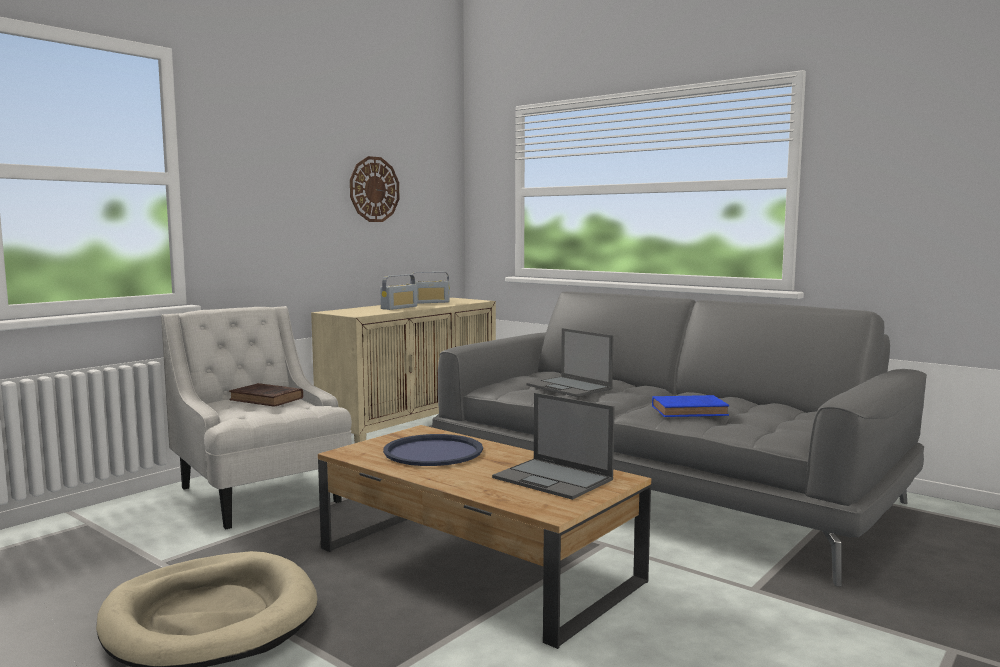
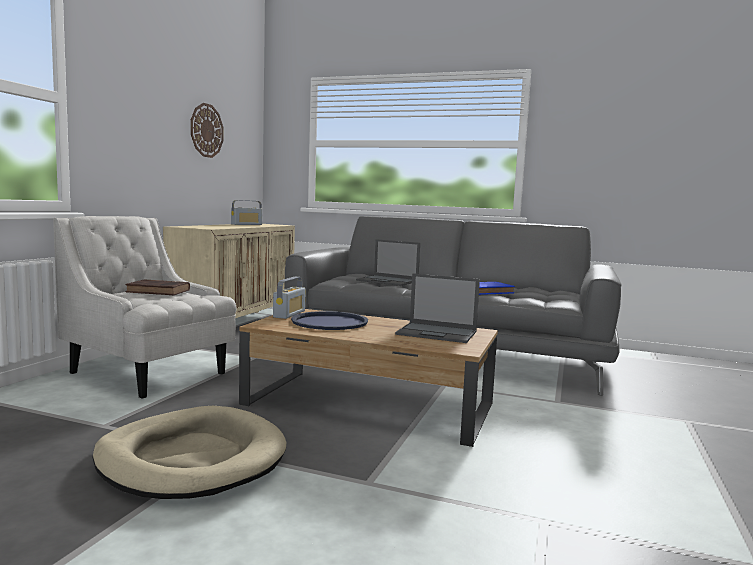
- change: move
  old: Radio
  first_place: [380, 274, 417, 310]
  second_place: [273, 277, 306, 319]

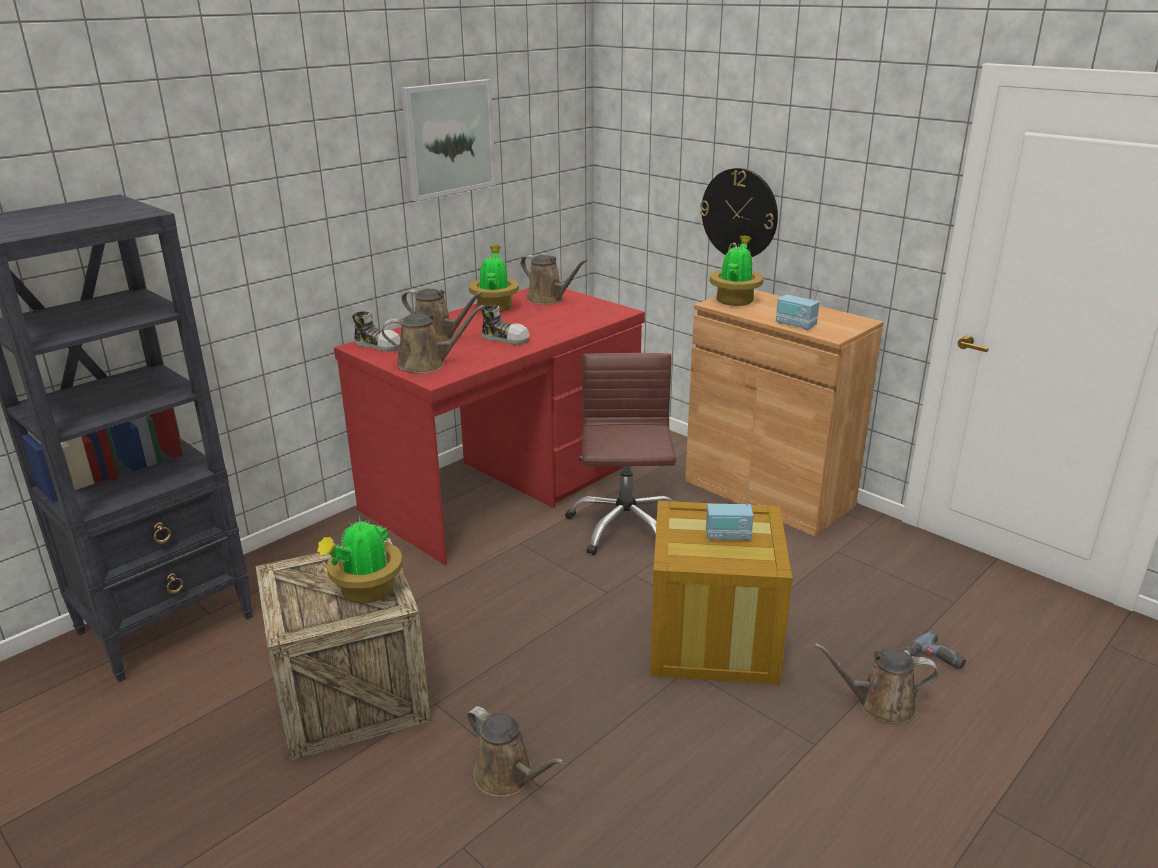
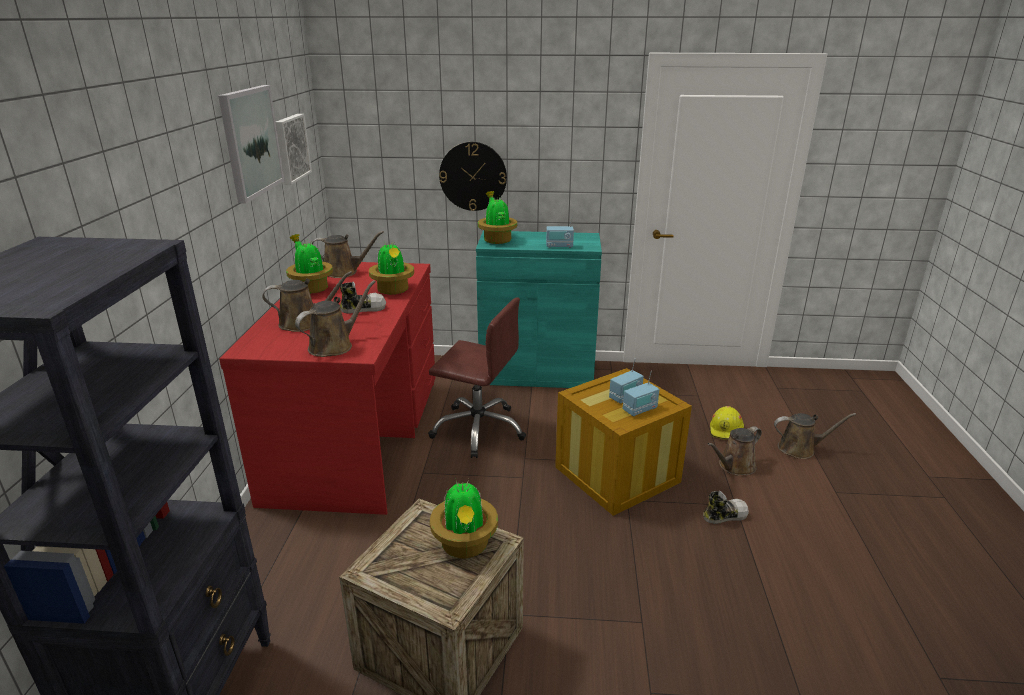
- change: move
  old: Shoe
  first_place: [352, 311, 400, 352]
  second_place: [703, 491, 749, 524]
- change: move
  old: BrownWateringCan
  first_place: [467, 706, 565, 797]
  second_place: [774, 413, 856, 459]
- change: rotate
  old: BrownOfficeChair
  first_place: [565, 353, 676, 555]
  second_place: [428, 297, 526, 458]
  degrees: 150
- change: recolor
  old: BrownCabinet
  new: TurquoiseCabinet
  first_place: [685, 290, 883, 537]
  second_place: [476, 231, 602, 388]
- change: replace
  old: PowerDrill
  new: YellowHardHat
  first_place: [903, 631, 966, 669]
  second_place: [710, 406, 744, 440]
- change: insert
  new: Picture
  second_place: [276, 114, 312, 185]
- change: insert
  new: PottedPlant
  second_place: [369, 241, 414, 294]
- change: insert
  new: Radio
  second_place: [623, 370, 660, 416]

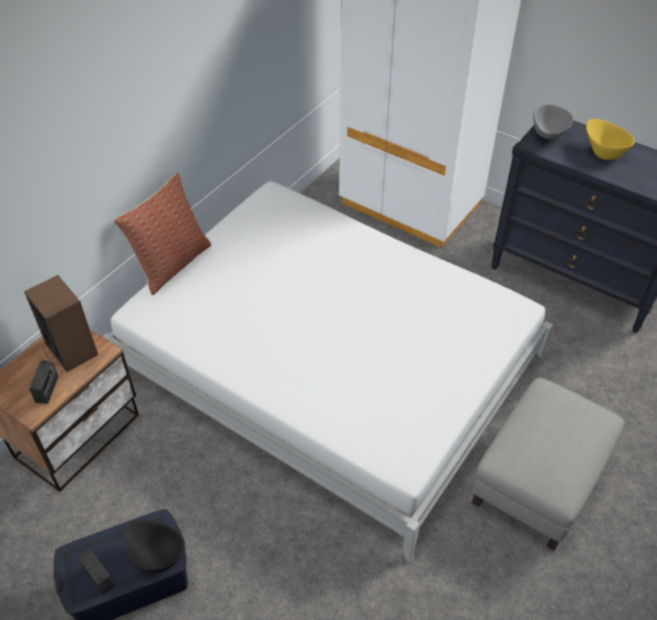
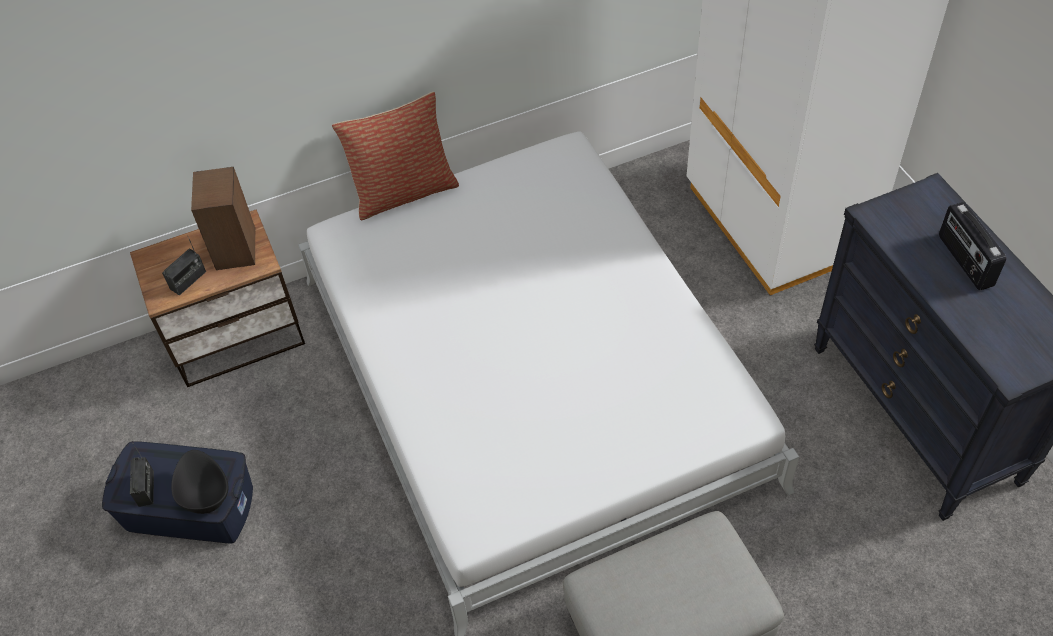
- change: delete
  old: GreyBowl
  first_place: [533, 104, 573, 139]
- change: replace
  old: YellowBowl
  new: Radio
  first_place: [586, 119, 635, 160]
  second_place: [939, 202, 1006, 290]

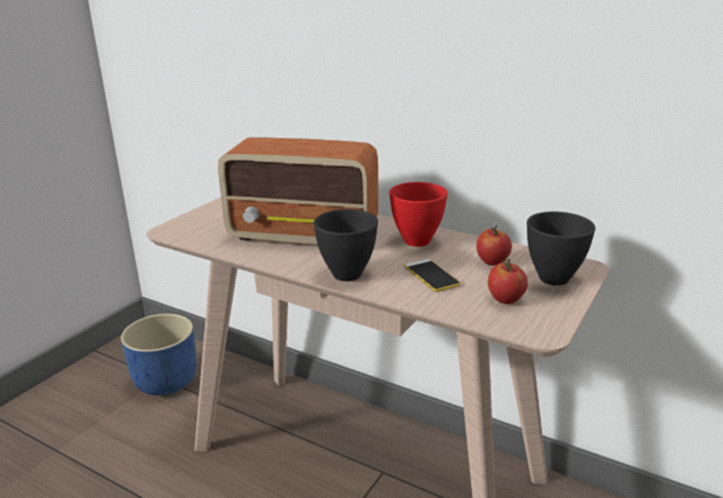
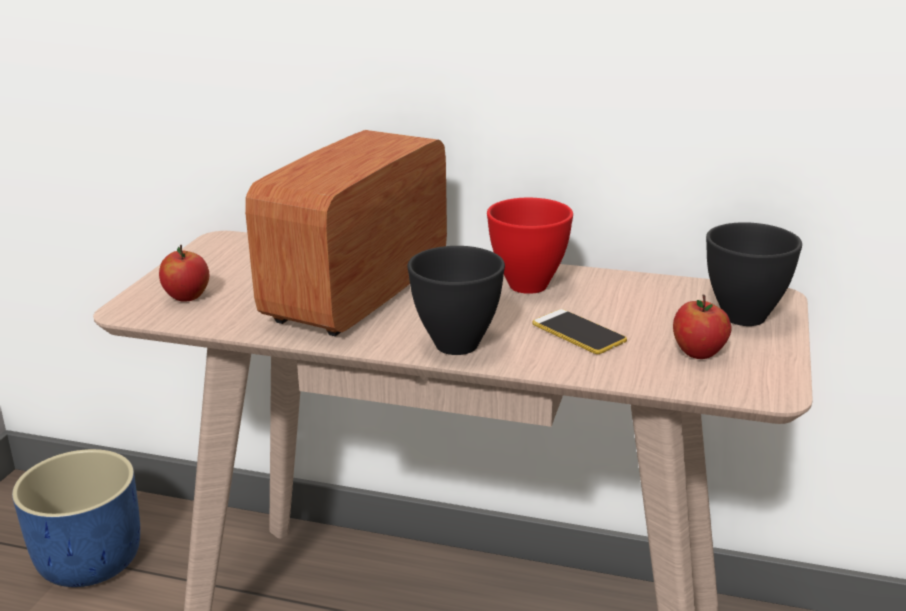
- change: rotate
  old: Radio
  first_place: [218, 138, 378, 244]
  second_place: [245, 130, 447, 337]
  degrees: 120
- change: move
  old: Apple
  first_place: [476, 225, 512, 266]
  second_place: [159, 245, 209, 302]

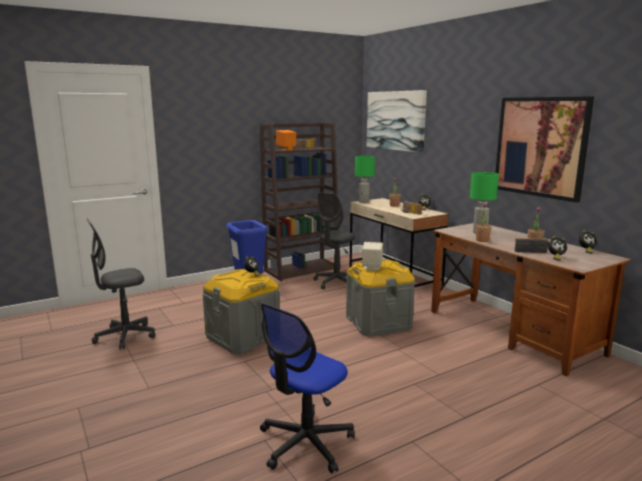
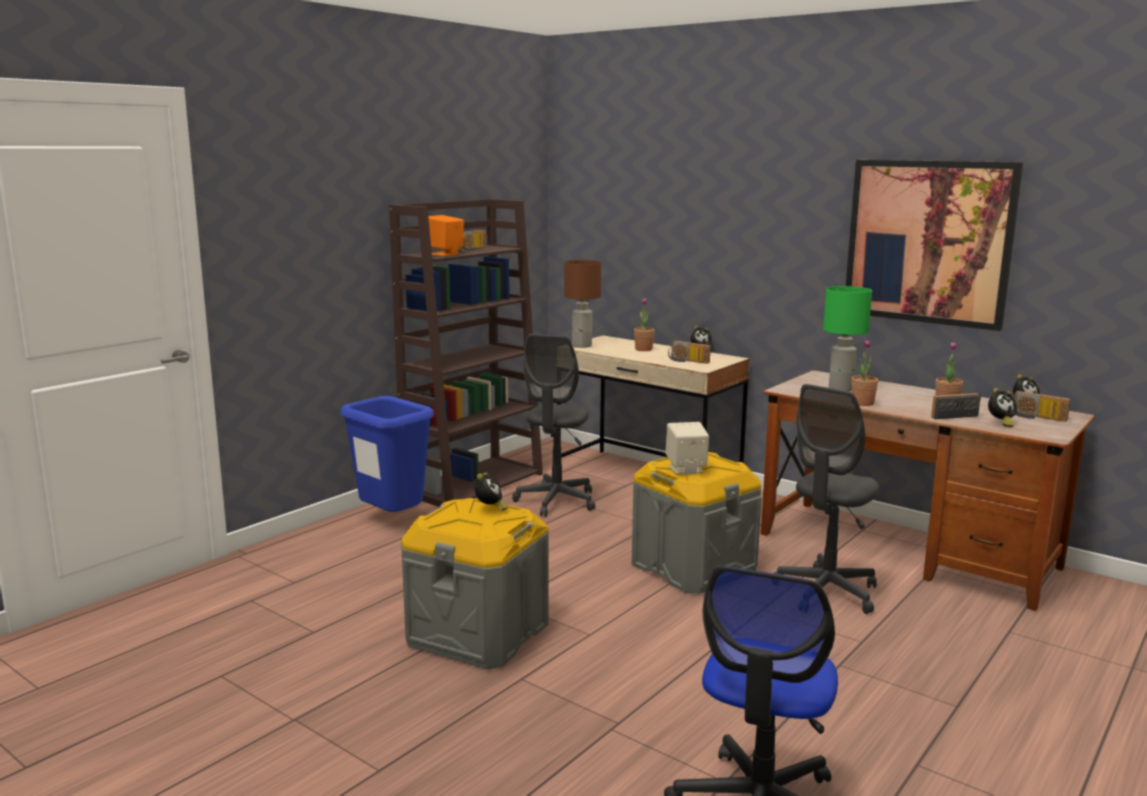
- change: move
  old: GreyOfficeChair
  first_place: [86, 218, 155, 350]
  second_place: [774, 384, 879, 614]
- change: recolor
  old: GreenTableLamp
  new: BrownTableLamp
  first_place: [355, 156, 375, 203]
  second_place: [564, 260, 601, 348]
- change: delete
  old: Picture
  first_place: [367, 90, 427, 153]
- change: insert
  new: Radio
  second_place: [1012, 391, 1071, 422]

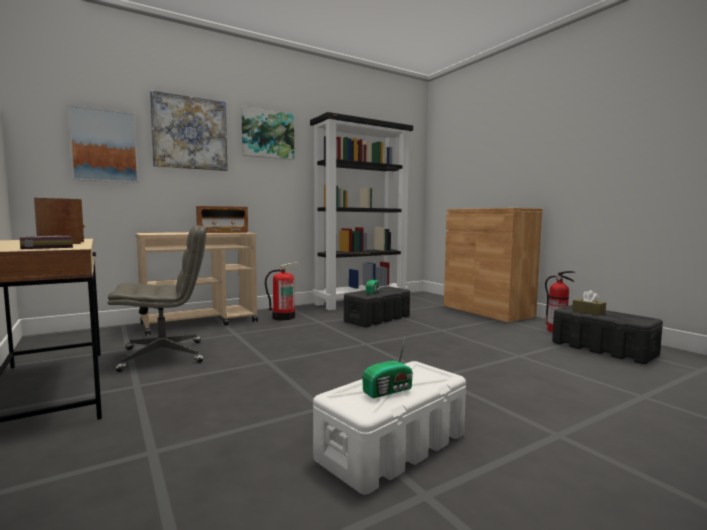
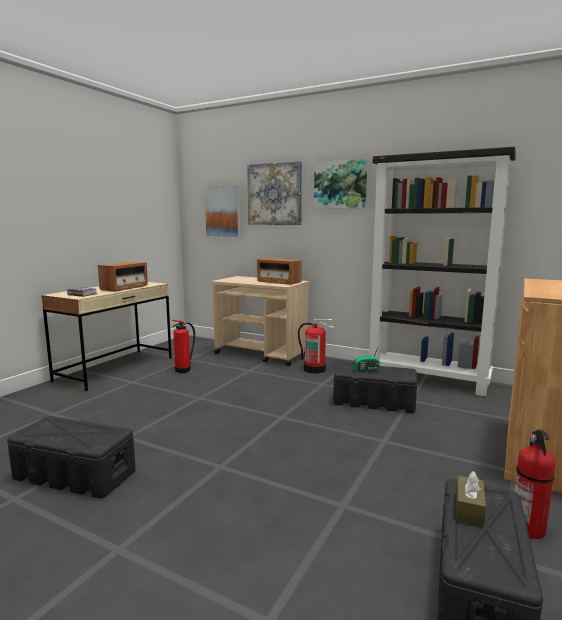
- change: replace
  old: GreyOfficeChair
  new: FireExtinguisher
  first_place: [108, 225, 206, 372]
  second_place: [172, 320, 195, 373]
- change: recolor
  old: WhiteStorageBox
  new: BlackStorageBox
  first_place: [313, 361, 466, 494]
  second_place: [7, 416, 136, 498]
- change: delete
  old: Radio
  first_place: [362, 338, 413, 398]

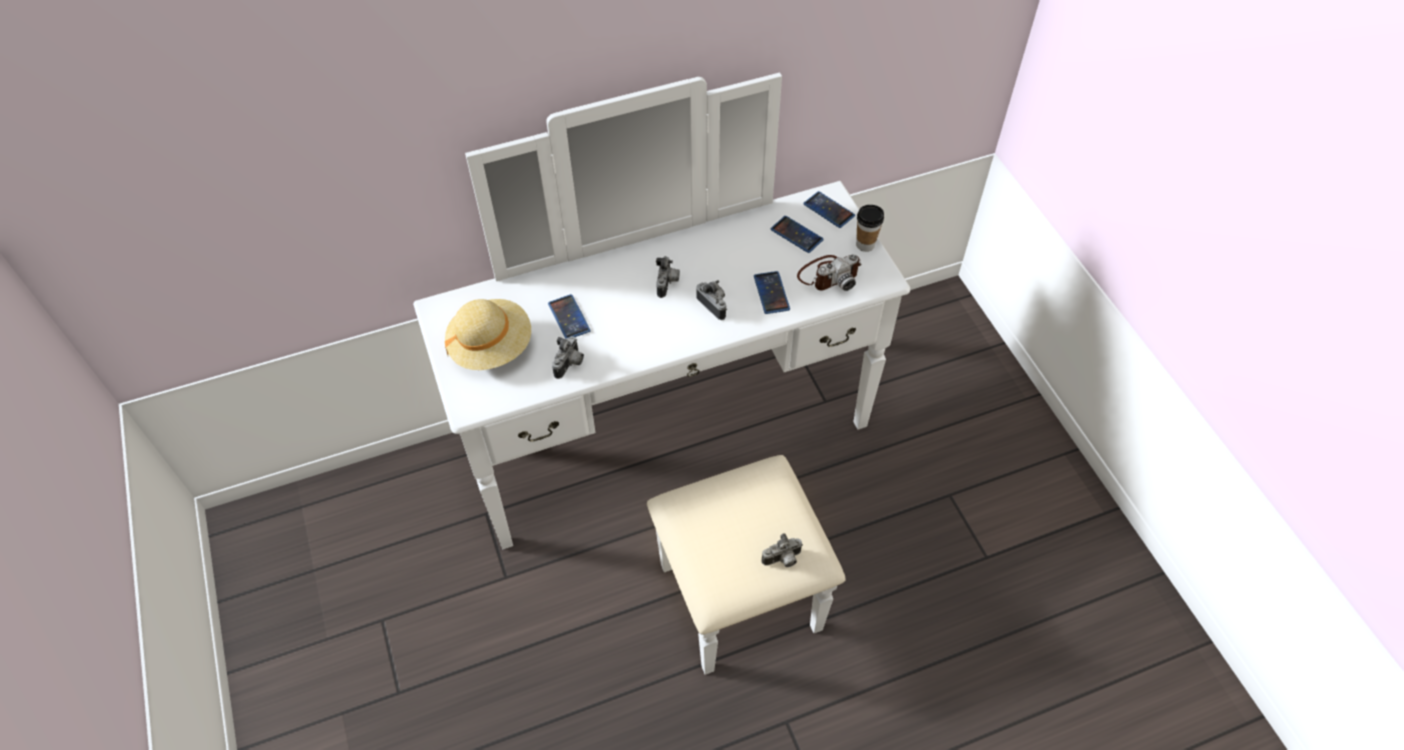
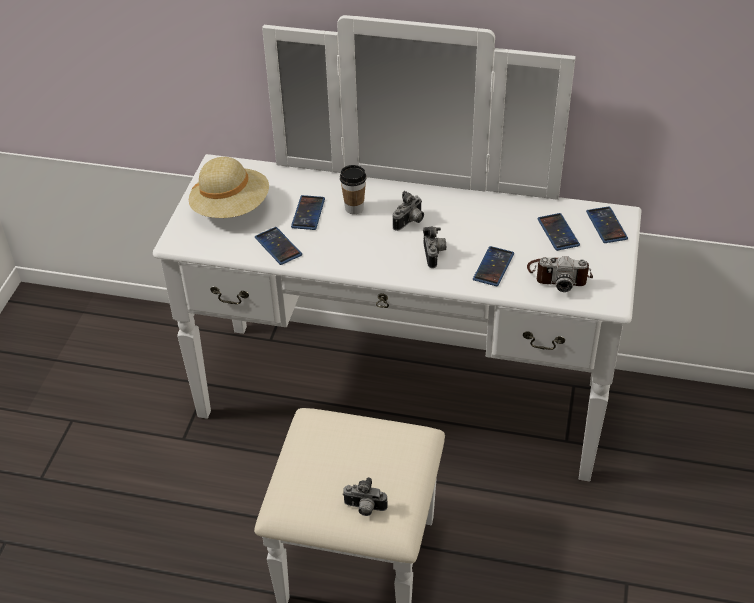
- change: replace
  old: PhotoCamera
  new: Phone
  first_place: [552, 336, 584, 379]
  second_place: [255, 227, 302, 265]
- change: move
  old: Cup
  first_place: [856, 205, 884, 252]
  second_place: [340, 165, 367, 214]

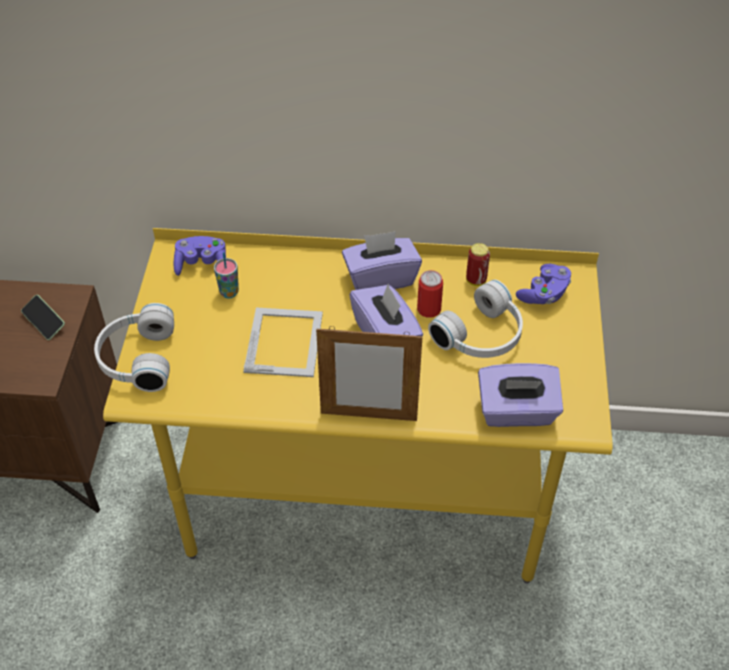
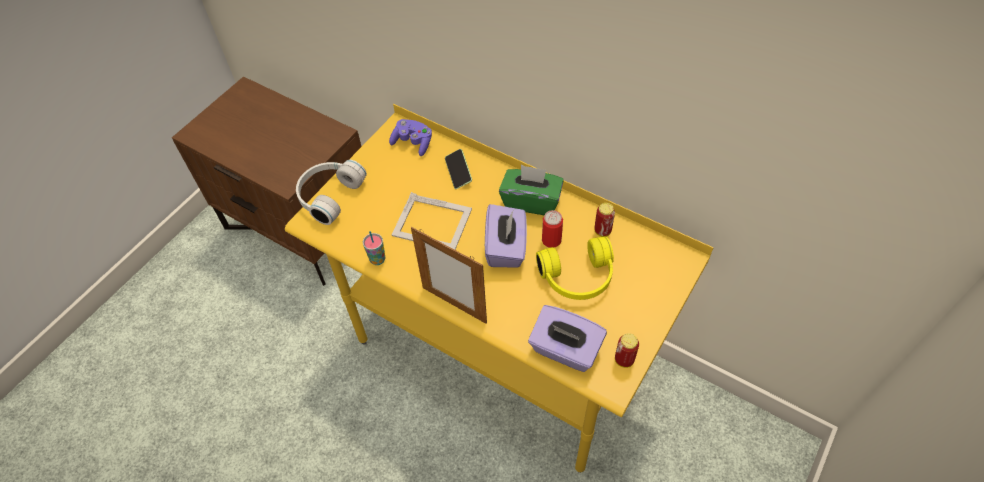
- change: move
  old: Phone
  first_place: [21, 295, 65, 340]
  second_place: [445, 149, 472, 189]
- change: move
  old: Cup
  first_place: [214, 252, 239, 298]
  second_place: [363, 231, 386, 265]
- change: rotate
  old: PictureFrame
  first_place: [243, 307, 323, 377]
  second_place: [392, 192, 472, 250]
  degrees: 75
- change: recolor
  old: PurpleTissueBox
  new: GreenTissueBox
  first_place: [342, 231, 422, 290]
  second_place: [499, 165, 564, 215]
- change: recolor
  old: WhiteHeadphones
  new: YellowHeadphones
  first_place: [428, 280, 523, 358]
  second_place: [536, 237, 614, 300]
- change: delete
  old: PurpleGameController
  first_place: [516, 264, 571, 304]
- change: insert
  new: Can
  second_place: [615, 333, 639, 368]

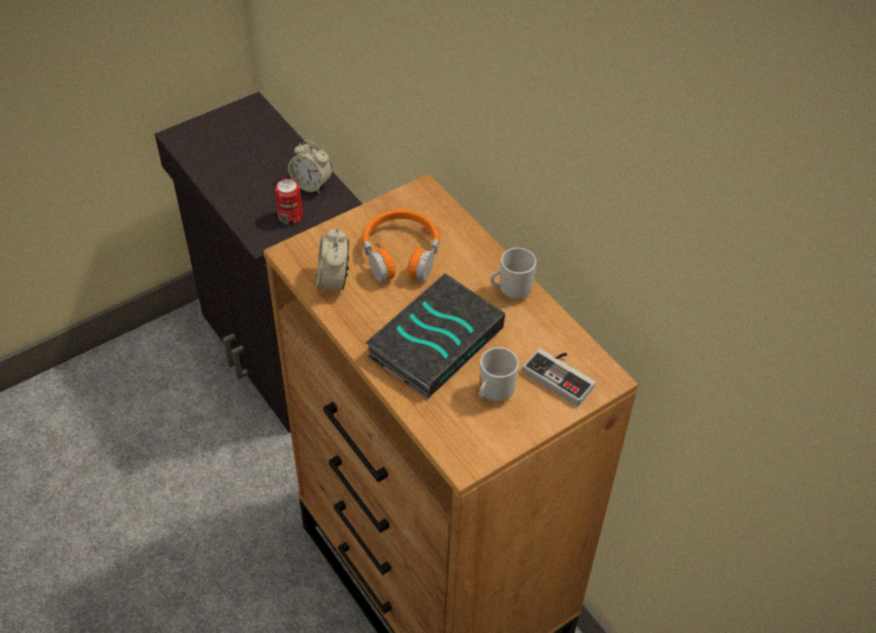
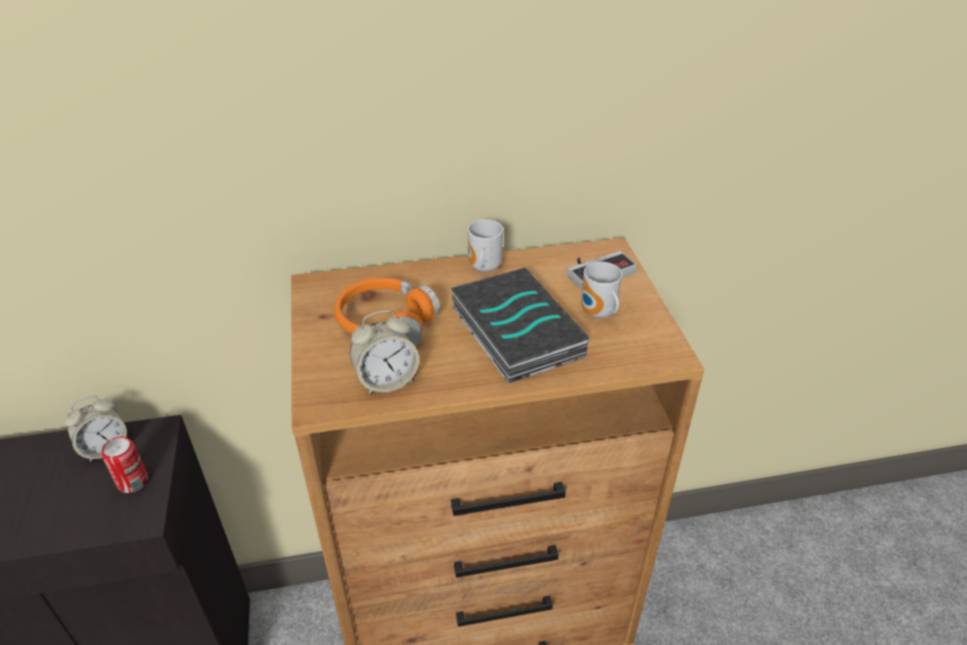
- change: rotate
  old: AlarmClock
  first_place: [316, 227, 349, 295]
  second_place: [349, 310, 419, 394]
  degrees: -45

